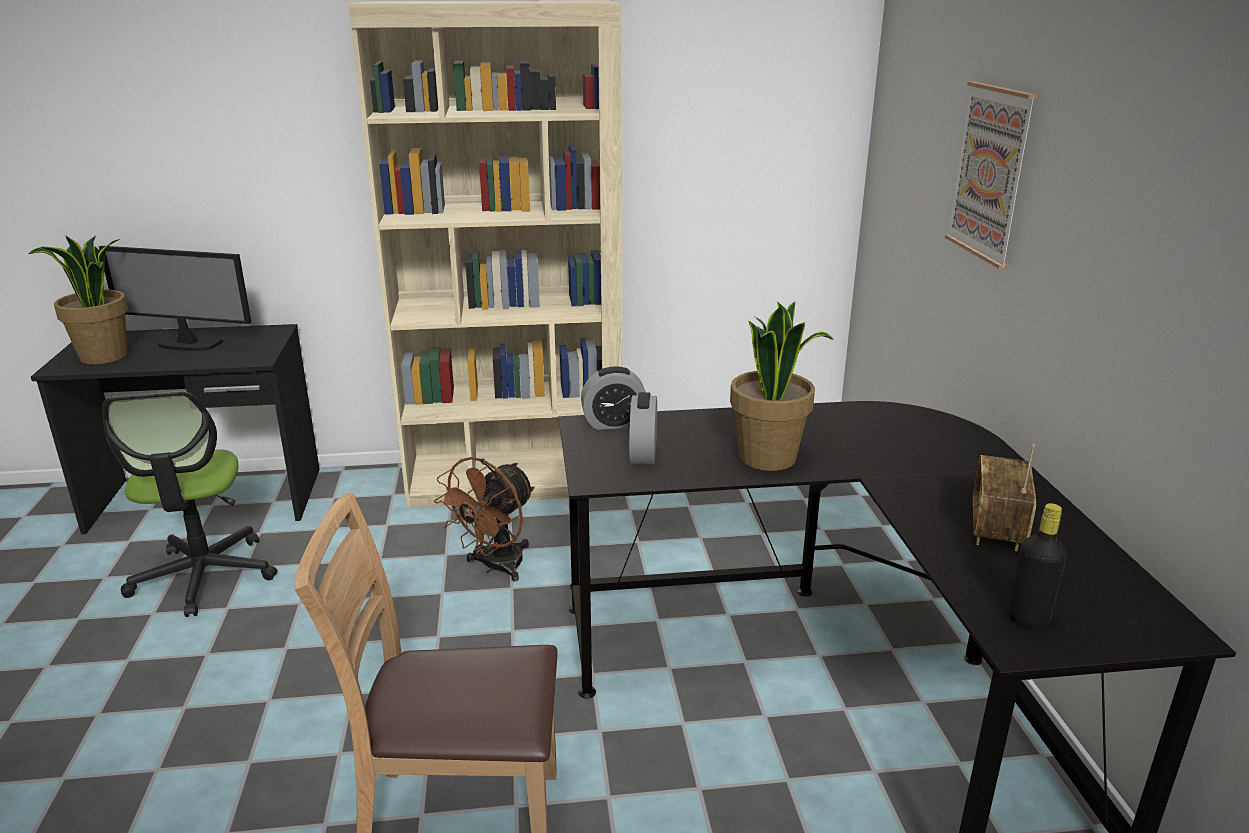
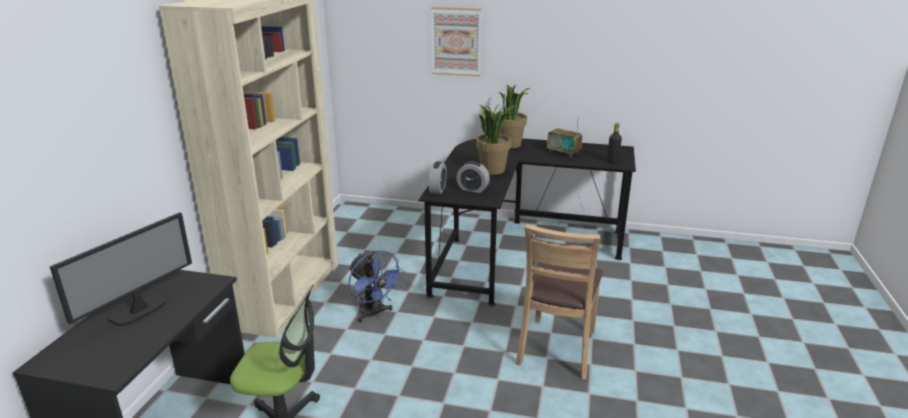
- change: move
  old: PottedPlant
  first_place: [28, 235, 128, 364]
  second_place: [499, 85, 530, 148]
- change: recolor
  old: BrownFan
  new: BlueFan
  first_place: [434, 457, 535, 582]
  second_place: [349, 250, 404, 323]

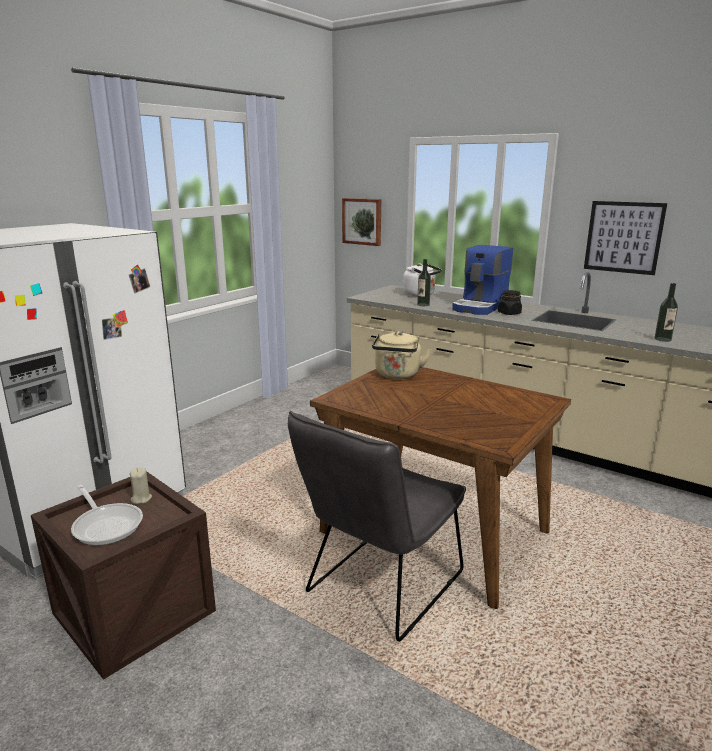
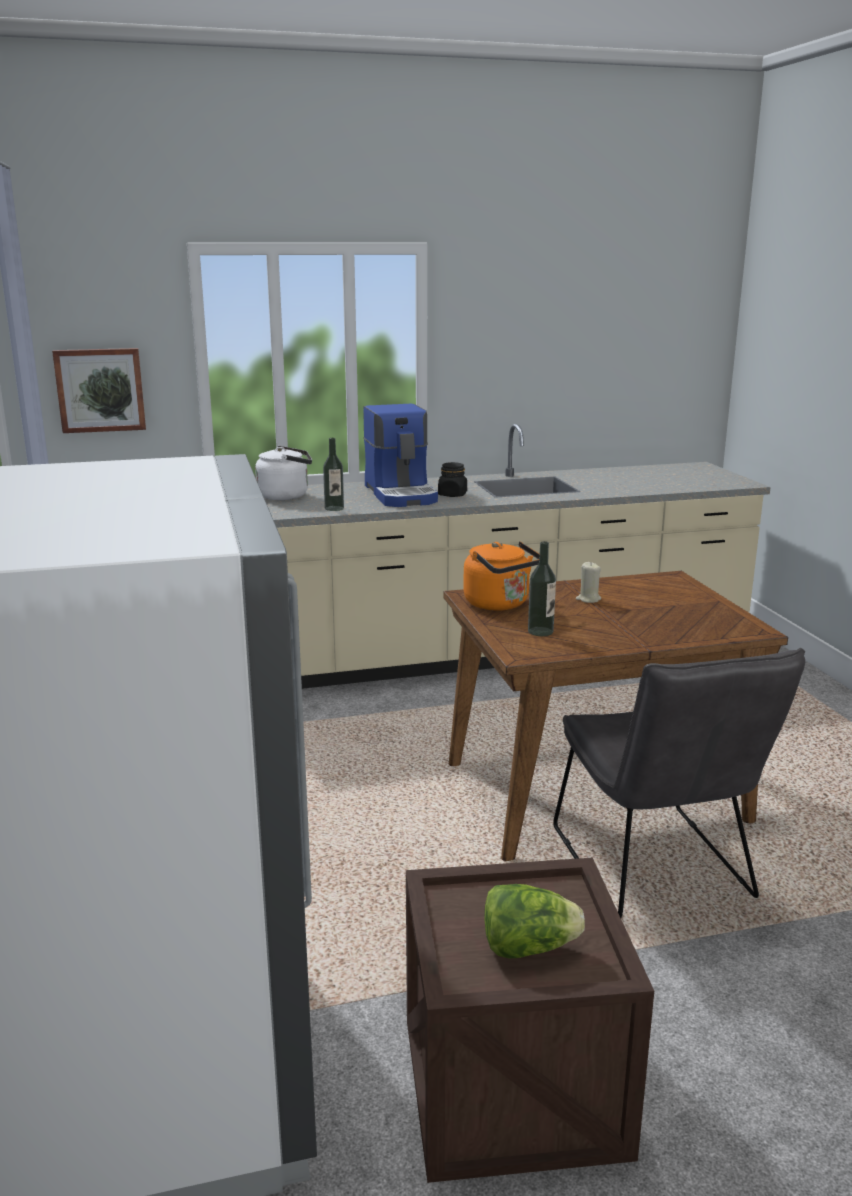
- change: replace
  old: FryingPan
  new: Lettuce
  first_place: [71, 485, 143, 545]
  second_place: [485, 884, 585, 958]
- change: move
  old: BeigeCandle
  first_place: [130, 467, 152, 504]
  second_place: [576, 562, 601, 603]
- change: recolor
  old: BeigeKettle
  new: OrangeKettle
  first_place: [372, 331, 431, 379]
  second_place: [463, 541, 539, 611]
- change: delete
  old: Picture
  first_place: [584, 201, 667, 275]
- change: move
  old: Bottle
  first_place: [654, 283, 678, 342]
  second_place: [528, 541, 556, 636]

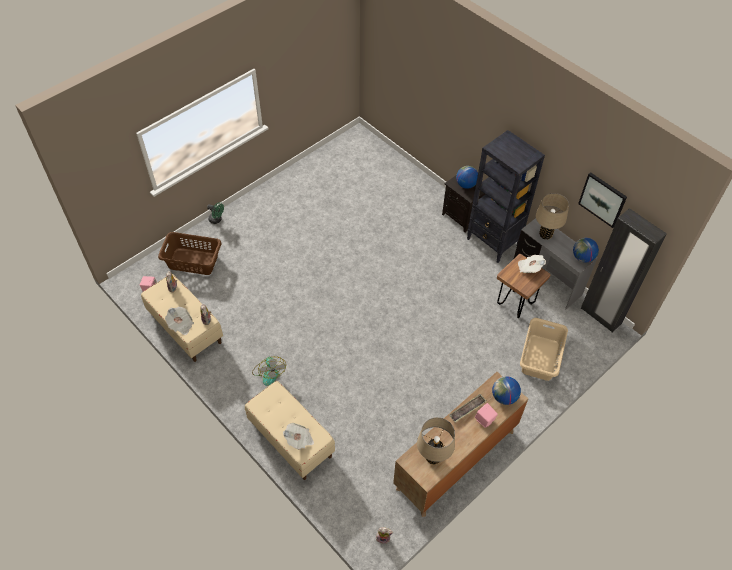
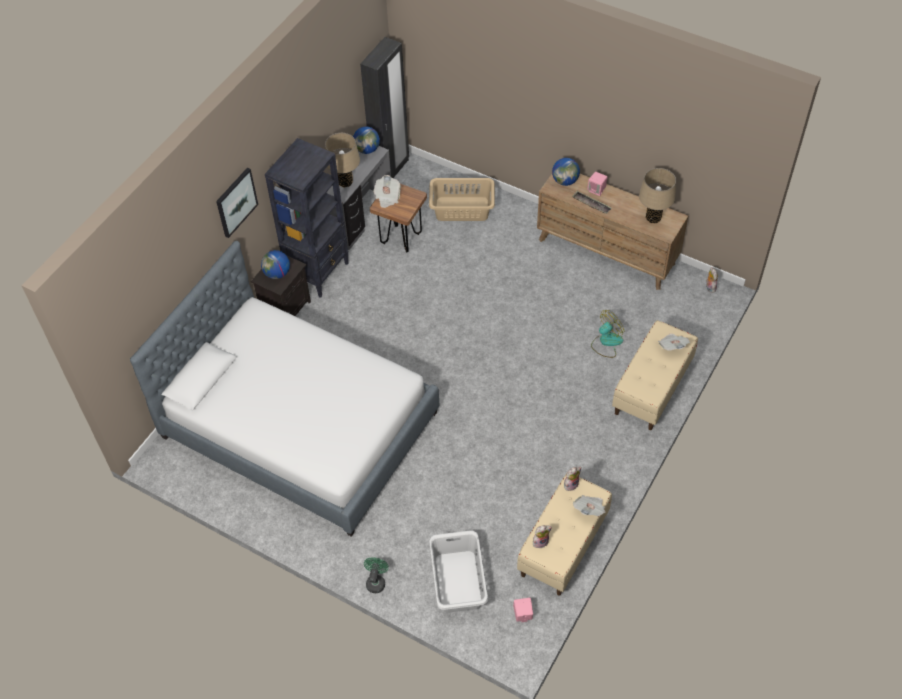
- change: recolor
  old: BrownLaundryBasket
  new: GreyLaundryBasket
  first_place: [158, 232, 221, 275]
  second_place: [429, 530, 488, 612]
- change: move
  old: Fan
  first_place: [252, 356, 286, 386]
  second_place: [591, 310, 624, 358]
- change: move
  old: Picture
  first_place: [578, 172, 627, 228]
  second_place: [216, 168, 258, 238]
- change: insert
  new: Bed
  second_place: [130, 241, 439, 537]

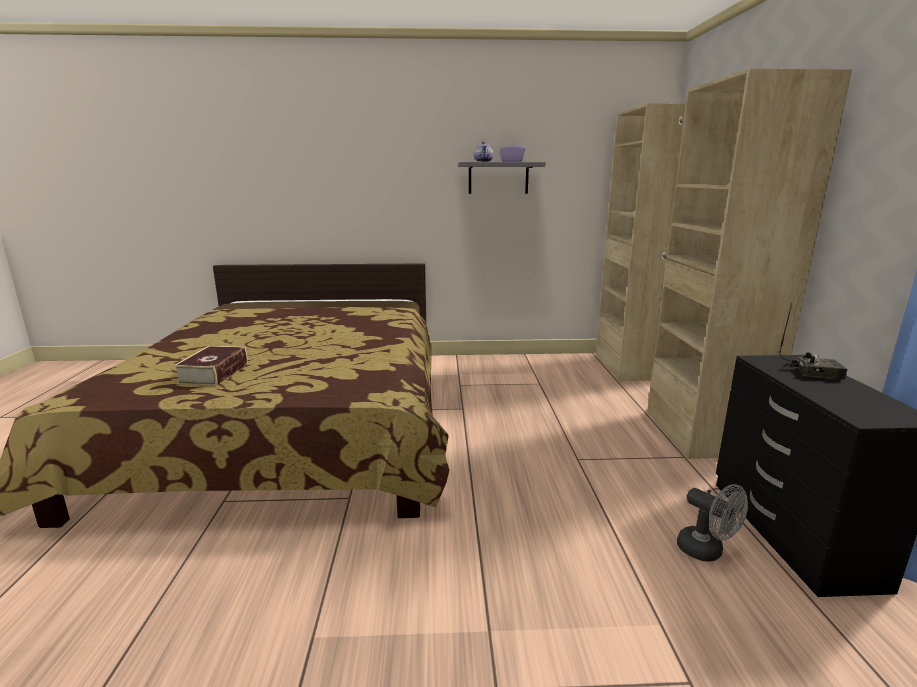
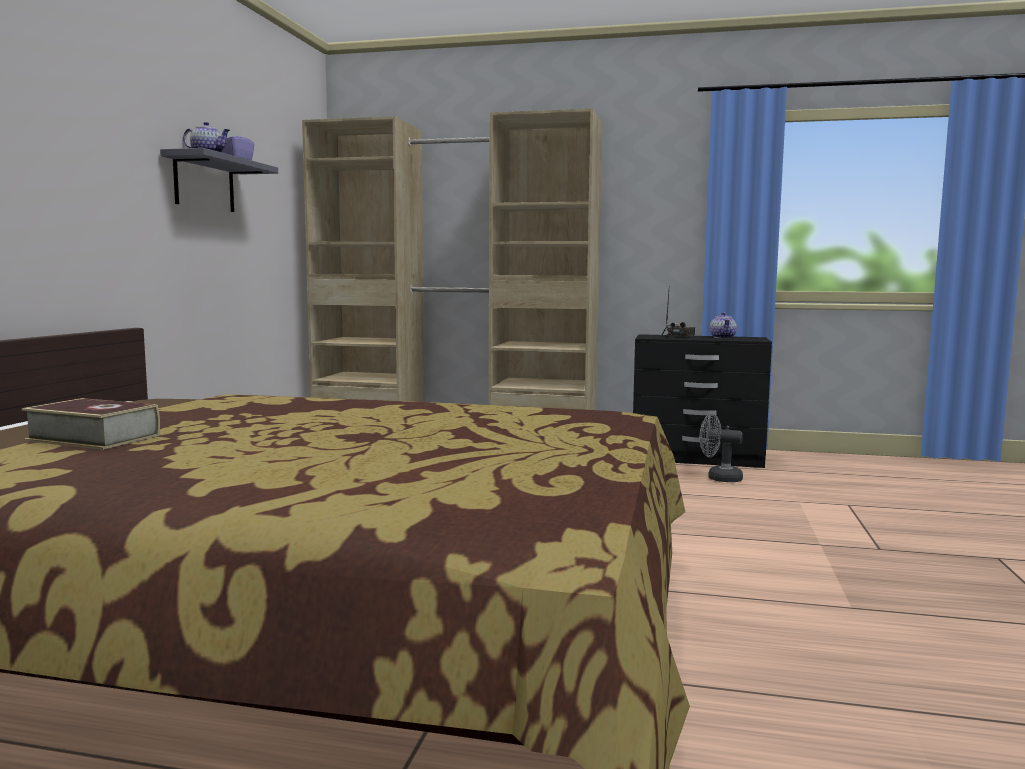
- change: move
  old: Book
  first_place: [173, 346, 248, 386]
  second_place: [22, 398, 160, 450]
- change: rotate
  old: GreyFan
  first_place: [677, 484, 748, 562]
  second_place: [699, 413, 743, 482]
  degrees: -135
- change: insert
  new: Teapot
  second_place: [710, 312, 737, 338]

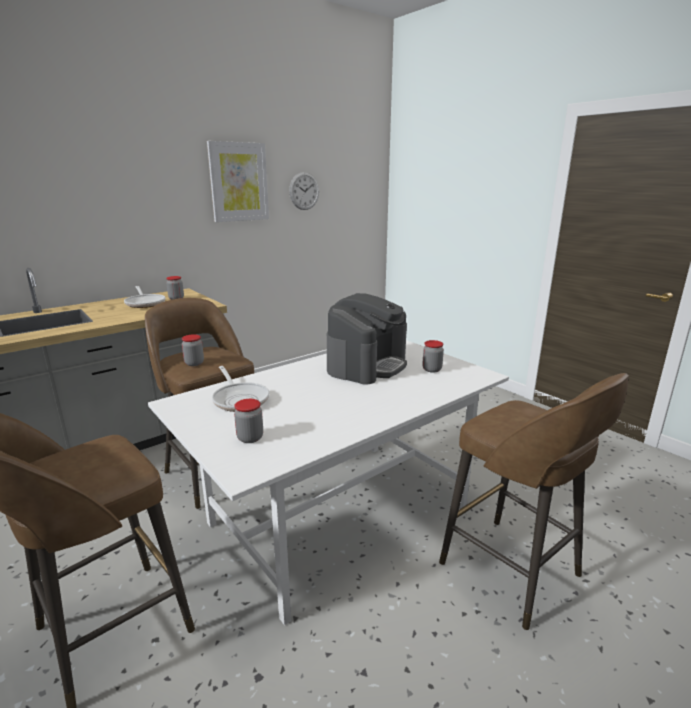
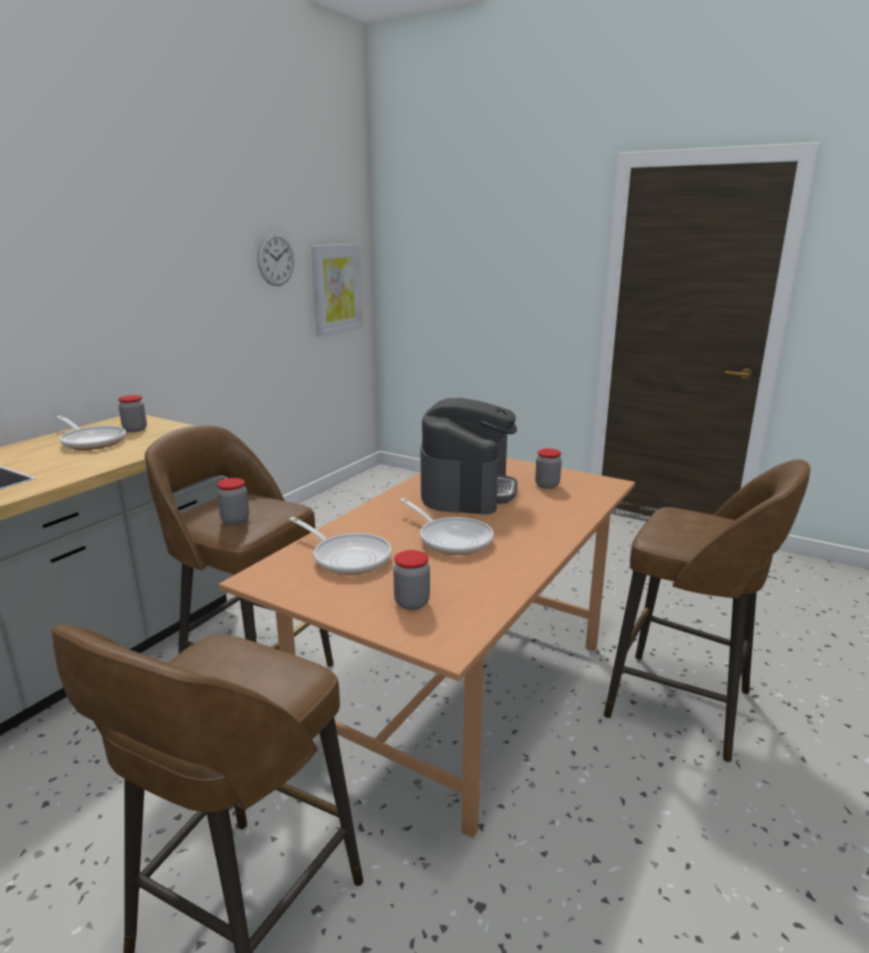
- change: recolor
  old: WhiteDiningTable
  new: BrownDiningTable
  first_place: [148, 340, 509, 626]
  second_place: [219, 458, 635, 838]
- change: move
  old: Picture
  first_place: [207, 141, 269, 222]
  second_place: [311, 244, 362, 337]
- change: insert
  new: FryingPan
  second_place: [400, 498, 494, 555]

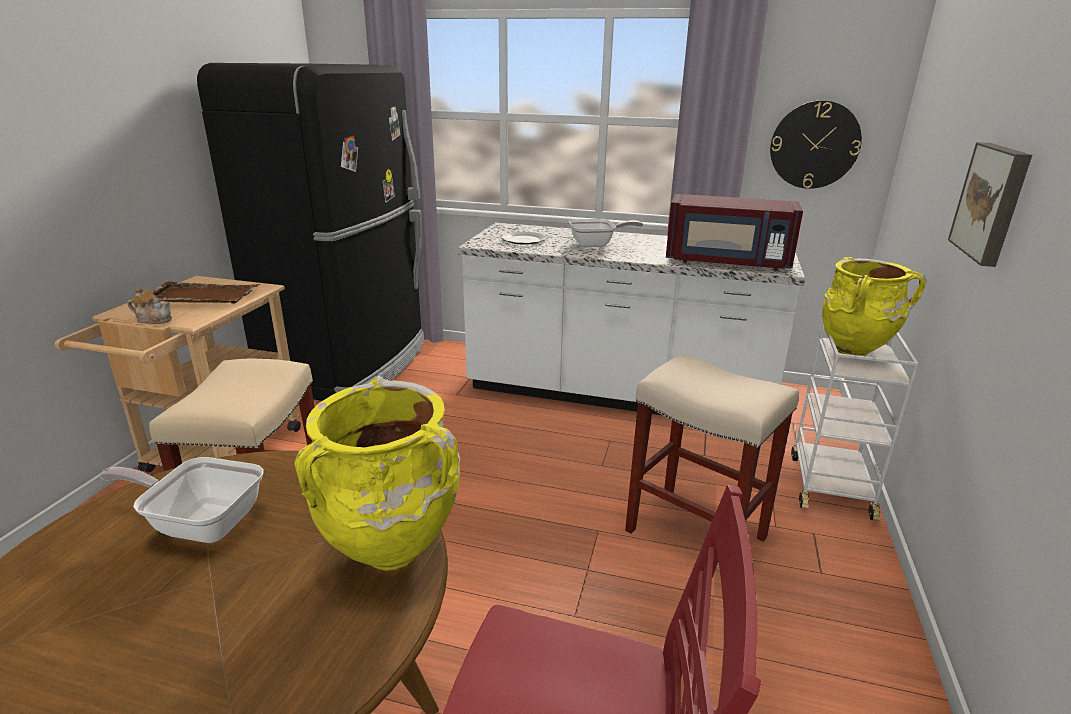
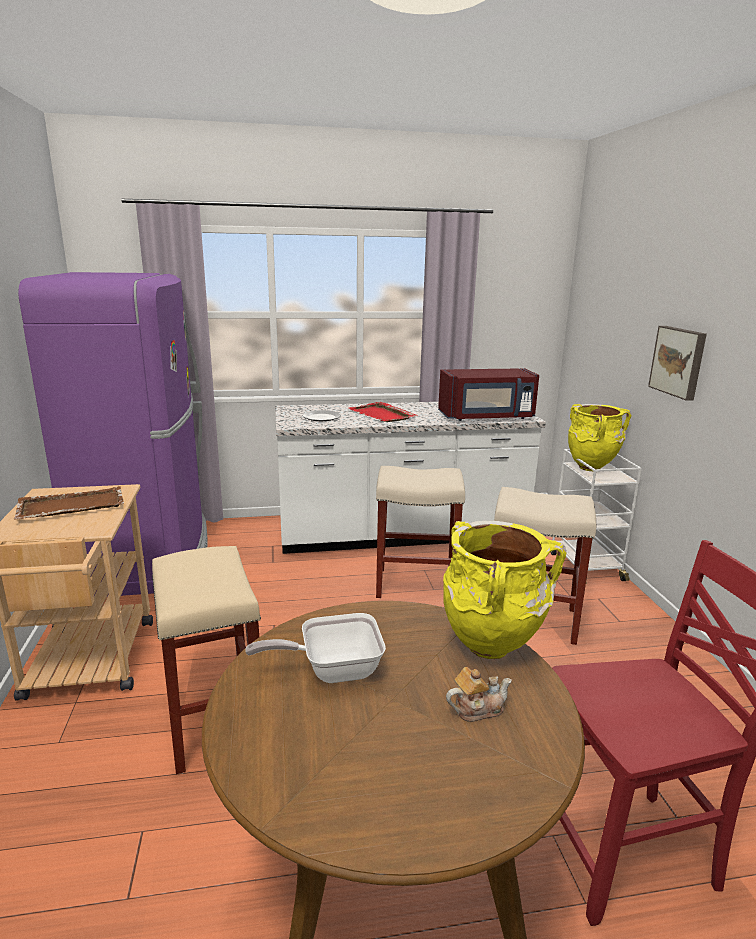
- change: move
  old: Teapot
  first_place: [127, 287, 172, 324]
  second_place: [446, 667, 512, 722]
- change: recolor
  old: BlackFridge
  new: PurpleFridge
  first_place: [197, 63, 425, 401]
  second_place: [18, 272, 208, 597]
- change: replace
  old: FryingPan
  new: RedTray
  first_place: [569, 219, 643, 248]
  second_place: [349, 402, 418, 422]
- change: delete
  old: WallClock
  first_place: [770, 100, 862, 189]
- change: insert
  new: BeigeStool
  second_place: [376, 466, 465, 598]

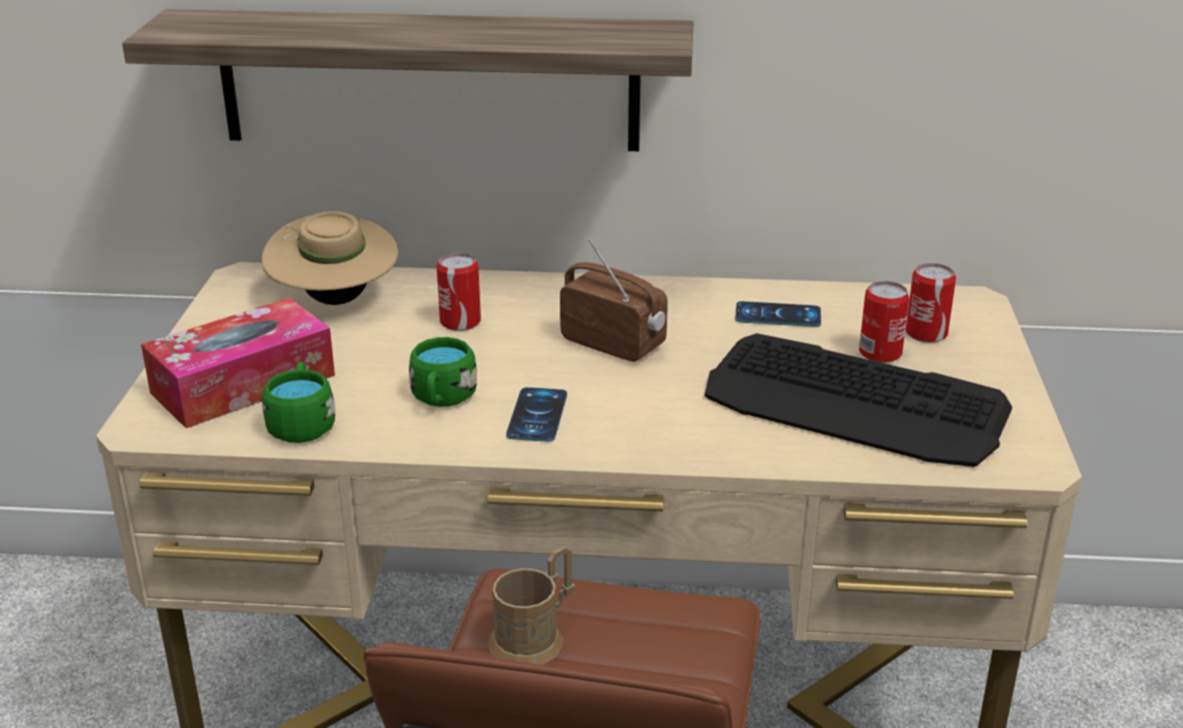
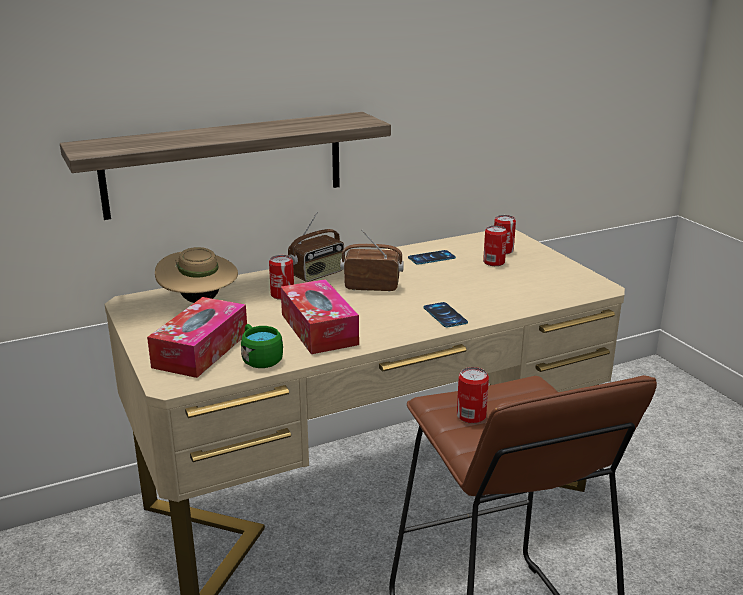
- change: replace
  old: GreenMug
  new: TissueBox
  first_place: [409, 337, 477, 407]
  second_place: [281, 279, 359, 354]
- change: replace
  old: BrownMug
  new: Can
  first_place: [488, 546, 575, 665]
  second_place: [457, 367, 489, 424]
- change: move
  old: Phone
  first_place: [506, 387, 567, 442]
  second_place: [423, 302, 468, 328]
- change: delete
  old: Keyboard
  first_place: [705, 333, 1012, 467]
- change: insert
  new: Radio
  second_place: [288, 212, 344, 282]

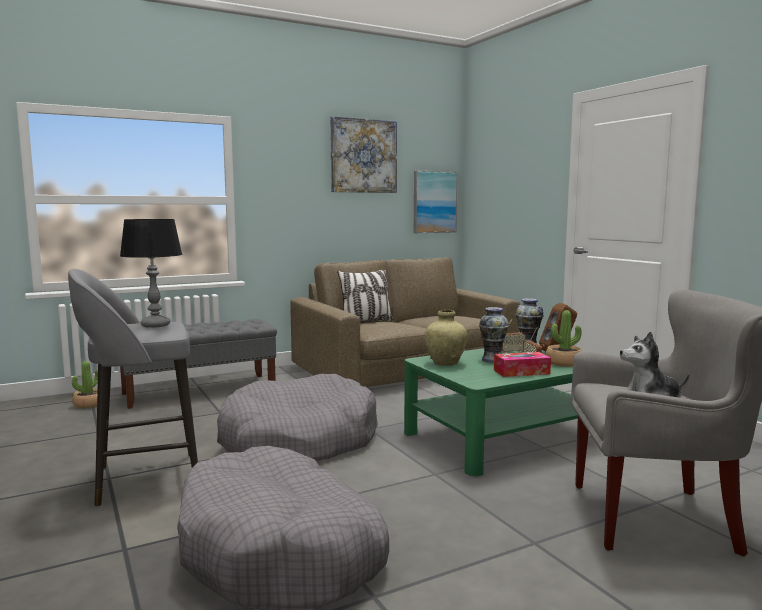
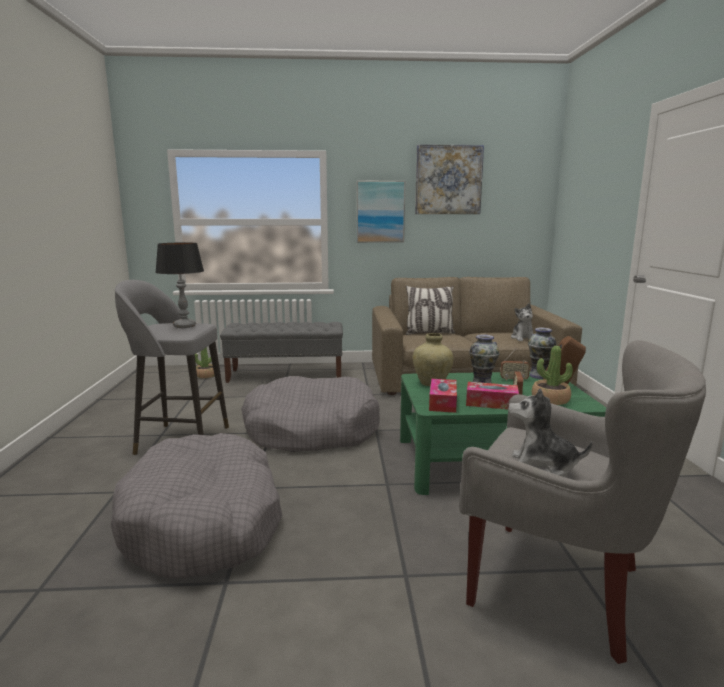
- change: move
  old: Picture
  first_place: [414, 171, 458, 233]
  second_place: [357, 181, 405, 243]
- change: insert
  new: TissueBox
  second_place: [429, 379, 457, 413]
- change: insert
  new: PlushToy
  second_place: [511, 303, 533, 341]

